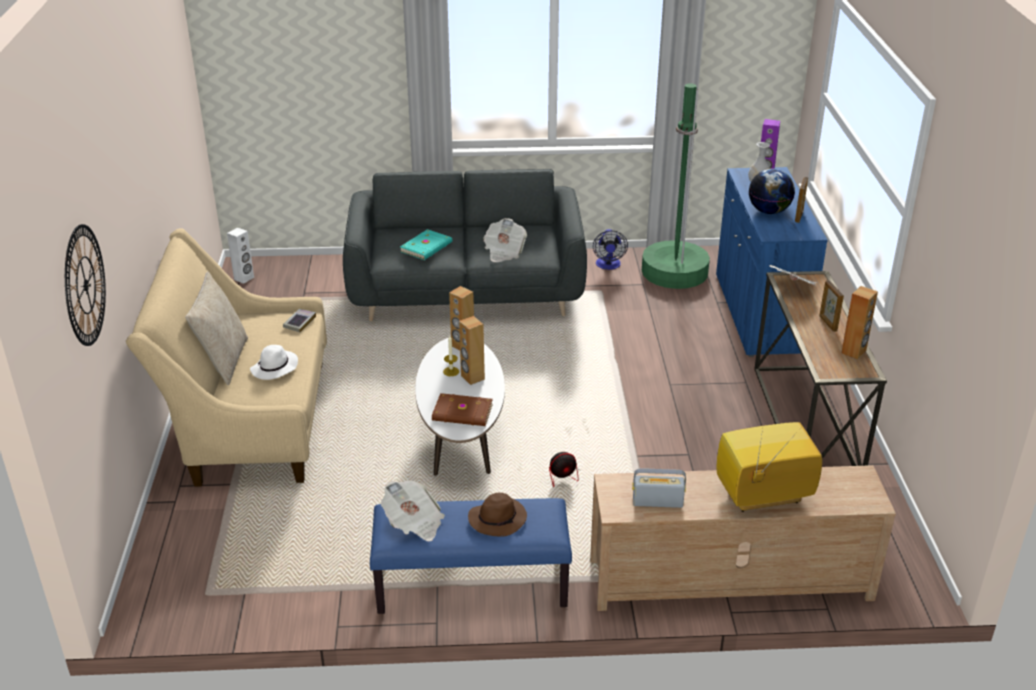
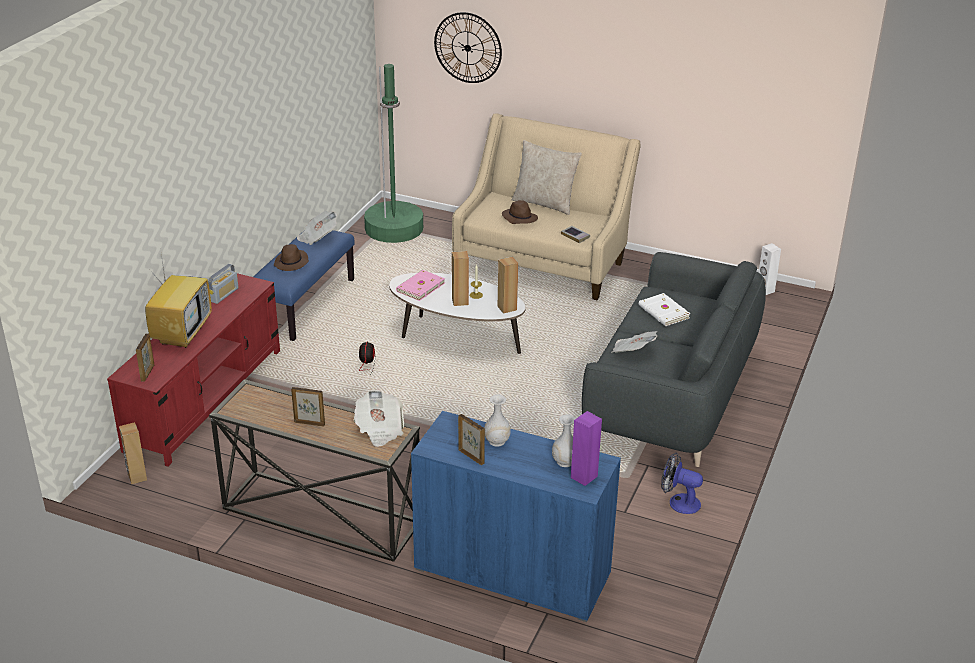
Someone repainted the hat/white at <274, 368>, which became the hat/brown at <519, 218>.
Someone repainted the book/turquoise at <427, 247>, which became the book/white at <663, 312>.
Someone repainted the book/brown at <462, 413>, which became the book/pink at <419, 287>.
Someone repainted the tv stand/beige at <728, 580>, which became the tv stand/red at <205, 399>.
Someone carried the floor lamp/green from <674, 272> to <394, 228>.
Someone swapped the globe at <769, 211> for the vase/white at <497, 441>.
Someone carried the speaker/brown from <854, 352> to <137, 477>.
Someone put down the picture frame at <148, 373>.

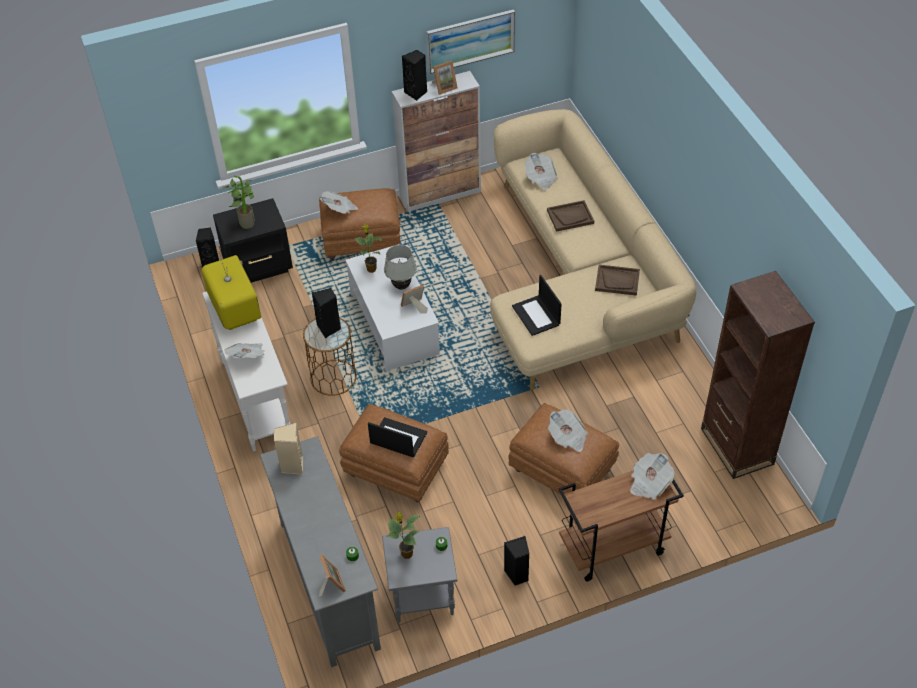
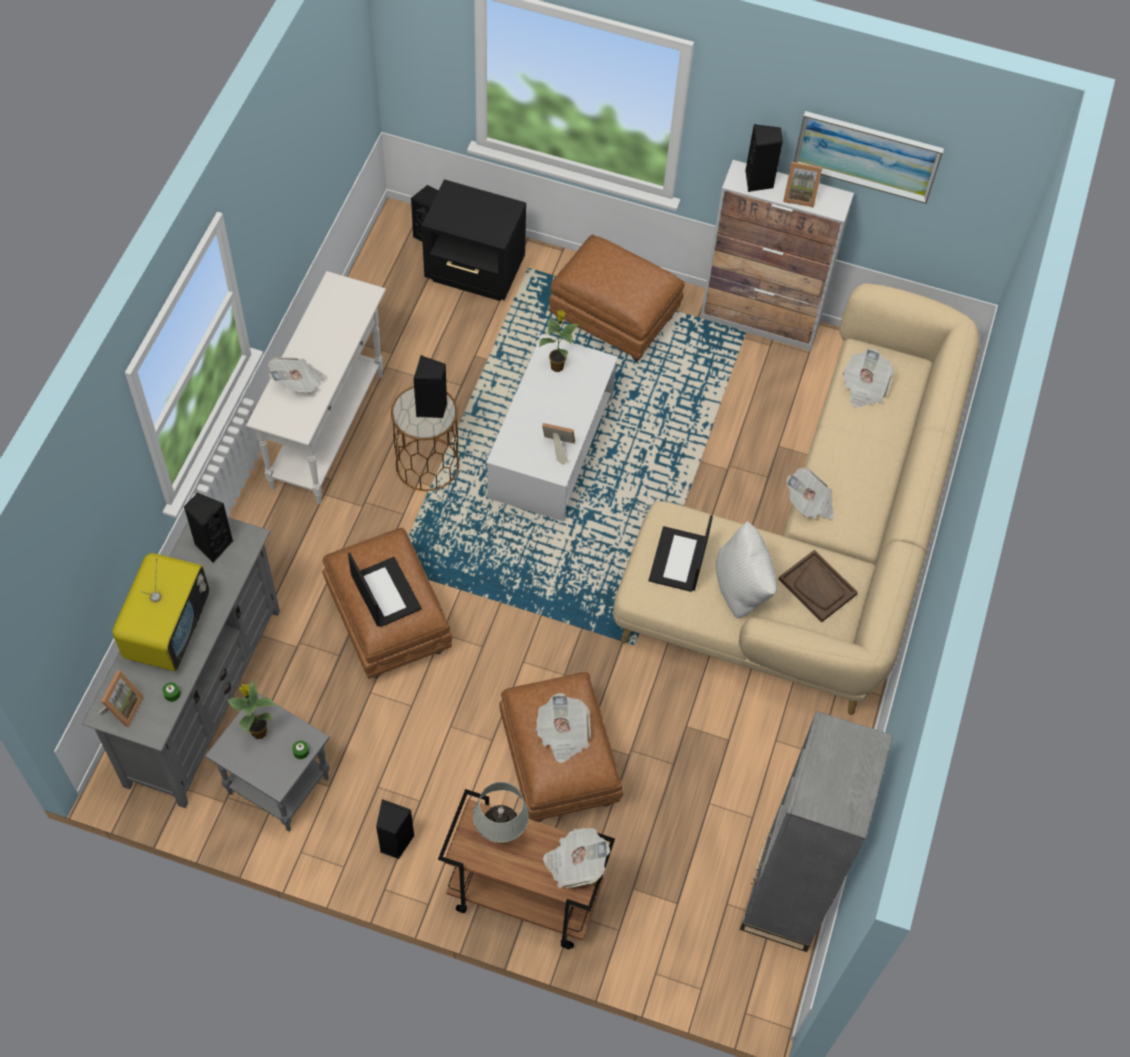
Someone carried the television from <235, 310> to <168, 629>.
Someone took away the potted plant at <246, 222>.
Someone repainted the speaker/beige at <292, 465>, which became the speaker/black at <213, 545>.
Someone carried the newspaper from <340, 209> to <809, 503>.
Someone carried the table lamp/white from <401, 286> to <501, 831>.
Someone took away the tray/brown at <570, 217>.
Someone repainted the bookcase/brown at <736, 446>, which became the bookcase/grey at <785, 895>.
Someone put down the pillow/white at <741, 590>.

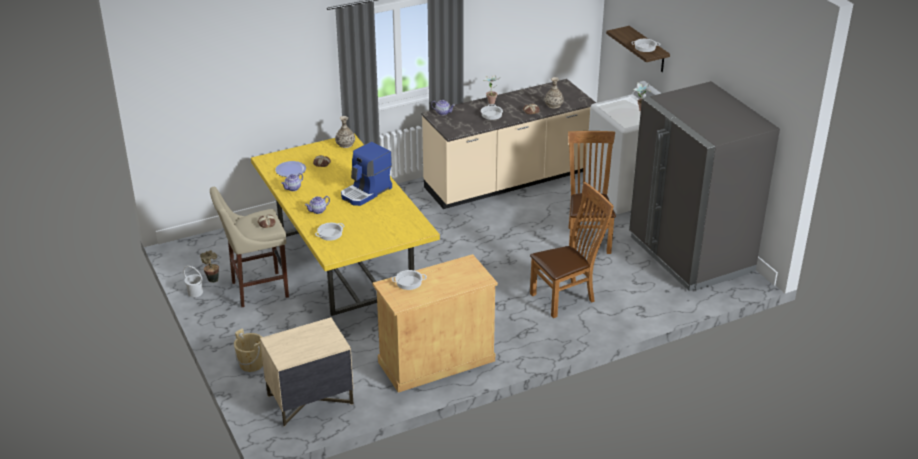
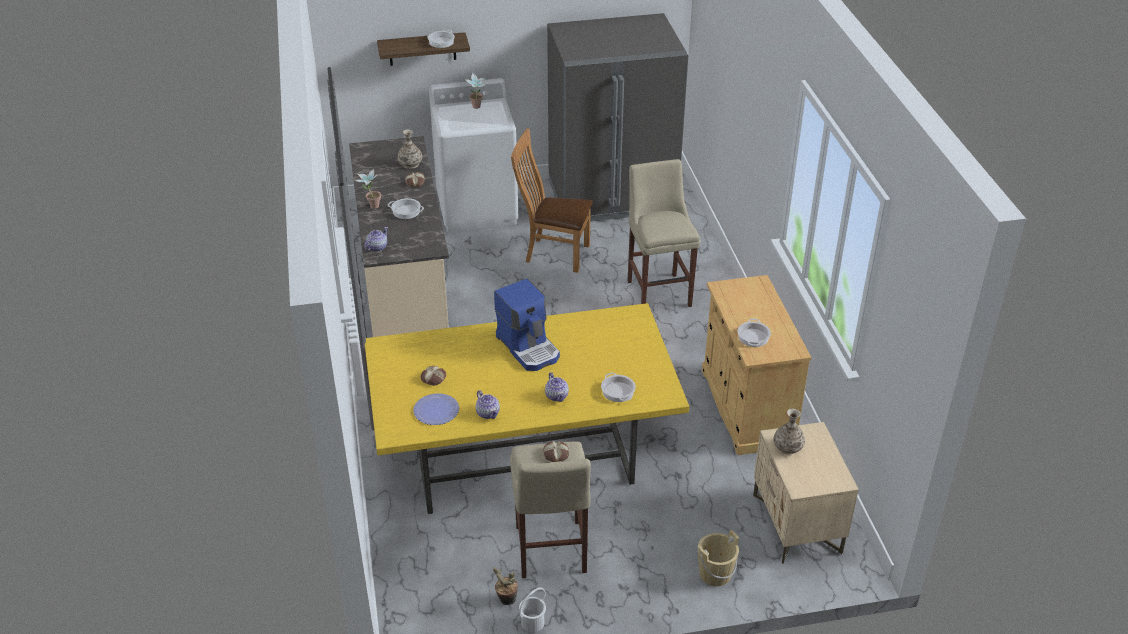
Someone carried the vase from <345, 144> to <788, 447>.
Someone swapped the chair/brown at <566, 297> for the stool/beige at <658, 291>.

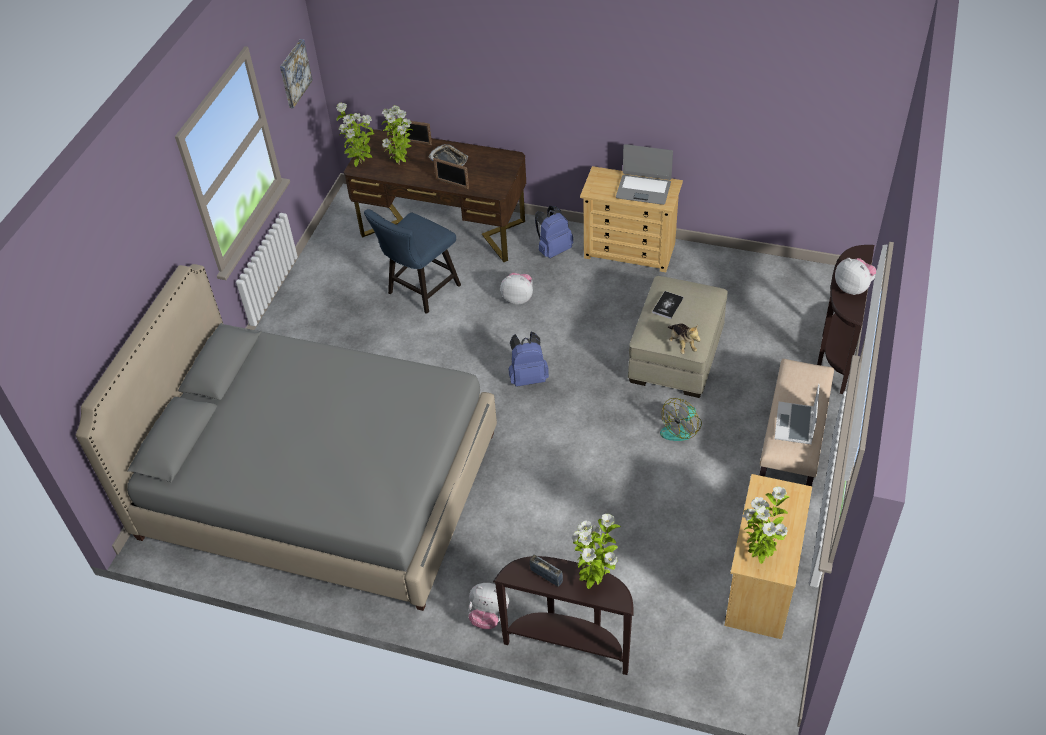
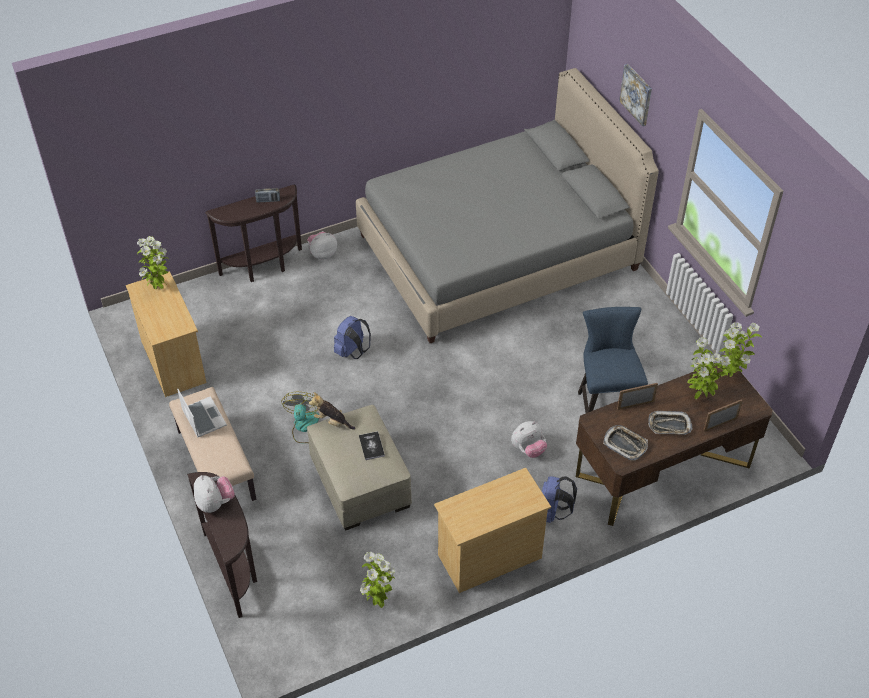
Someone carried the picture from <294, 73> to <636, 94>.
Someone carried the backpack/blue from <528, 377> to <352, 352>.
Someone carried the potted plant from <594, 580> to <377, 601>.
Someone took away the laptop at <643, 189>.
Someone rotated the plush toy at <853, 287> by 120 degrees counterclockwise.
Someone put down the tray at <625, 444>.

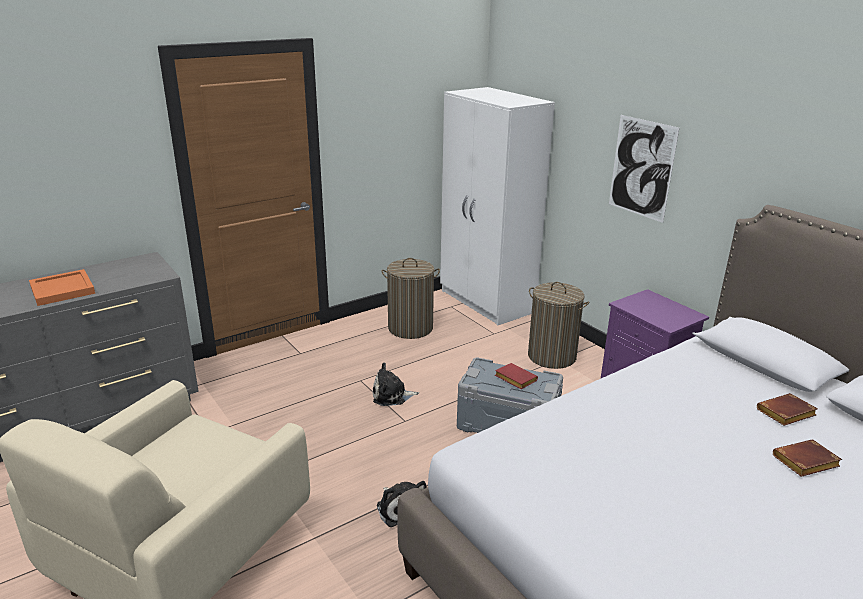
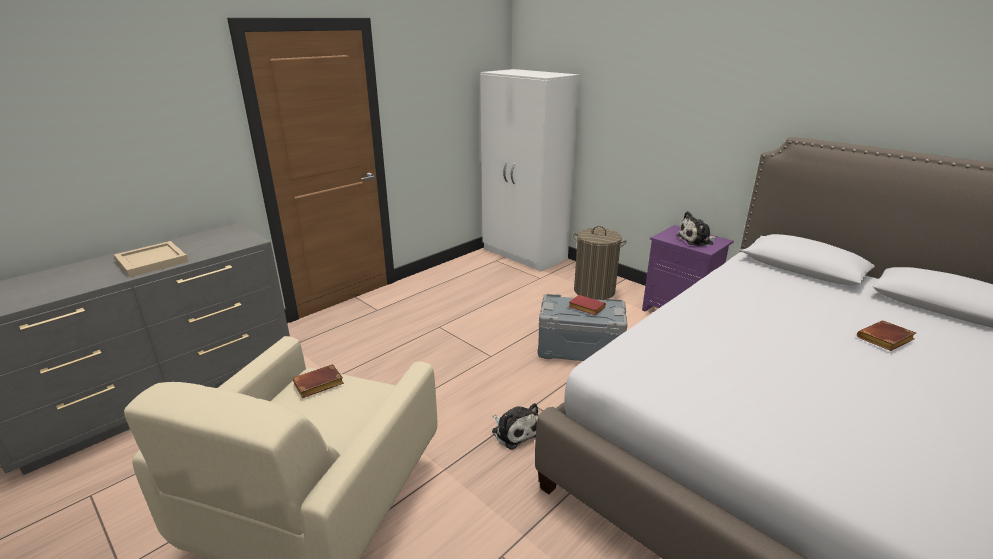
Someone repainted the tray/orange at <61, 290>, which became the tray/beige at <151, 261>.
Someone carried the plush toy from <392, 395> to <696, 240>.
Someone took away the laundry basket at <410, 328>.
Someone took away the picture at <641, 168>.
Someone carried the book/brown from <785, 414> to <318, 385>.

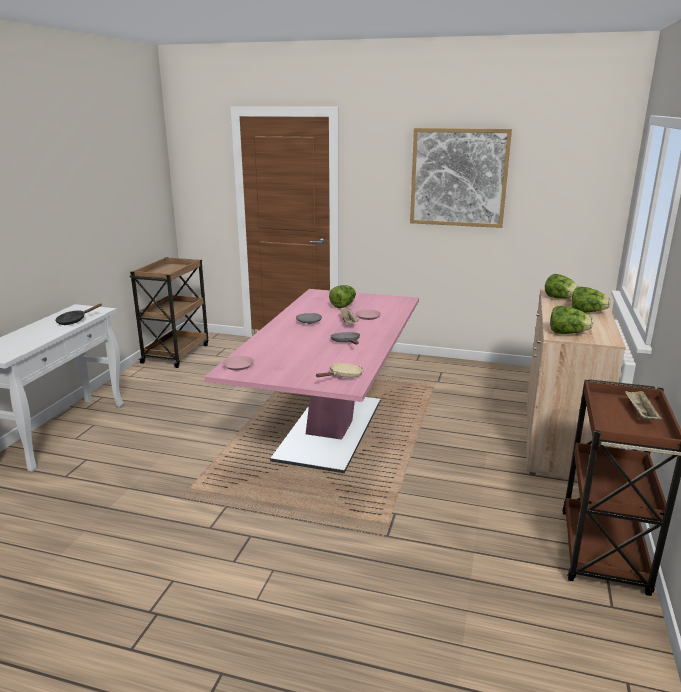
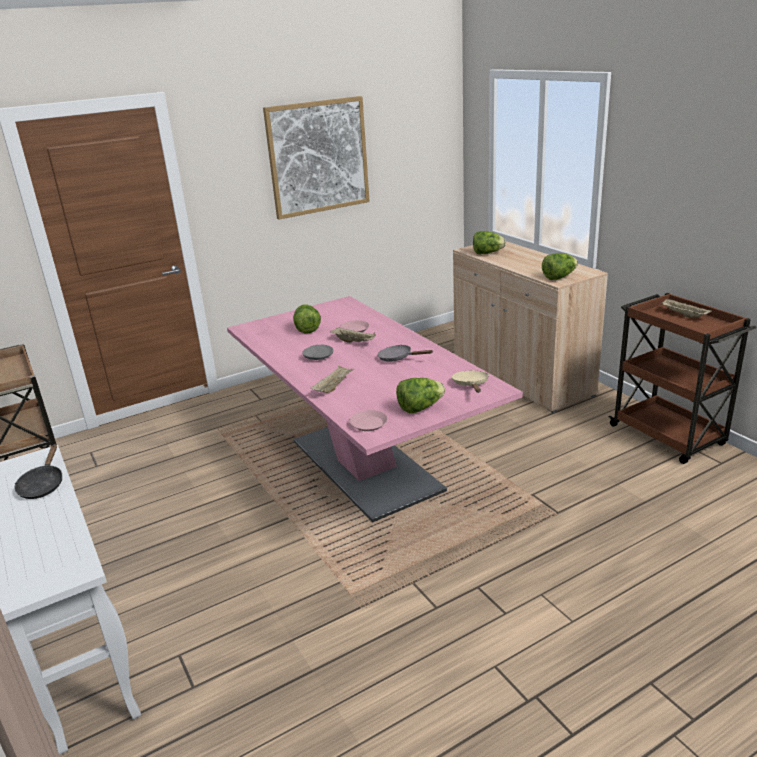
Someone carried the lettuce from <587, 312> to <420, 408>.
Someone put down the tray/beige at <333, 387>.

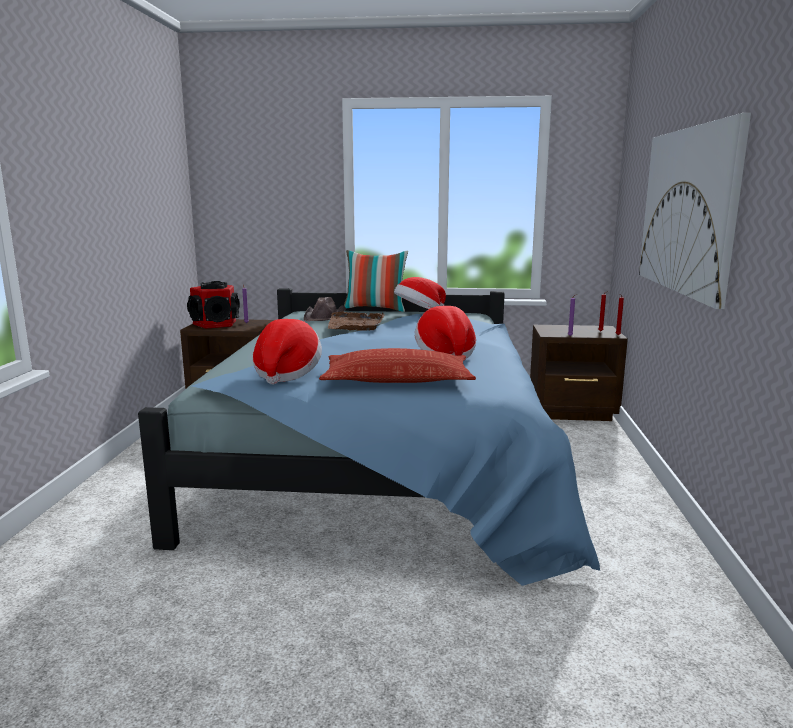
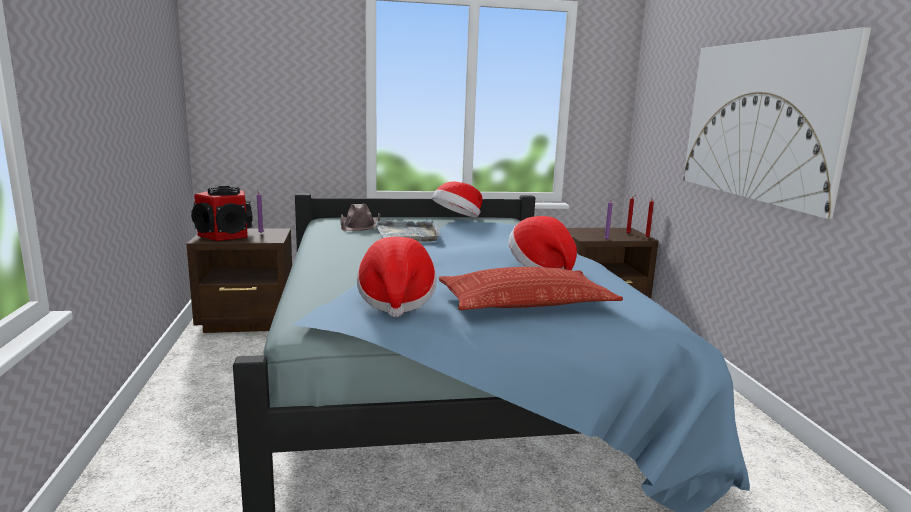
Someone repainted the tray/brown at <355, 324>, which became the tray/grey at <408, 234>.
Someone took away the pillow at <375, 309>.

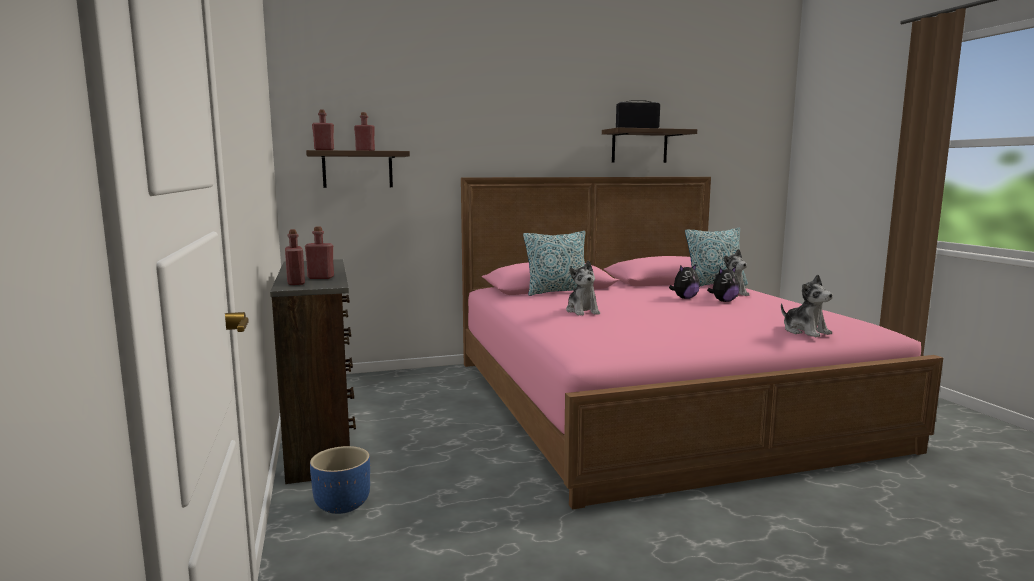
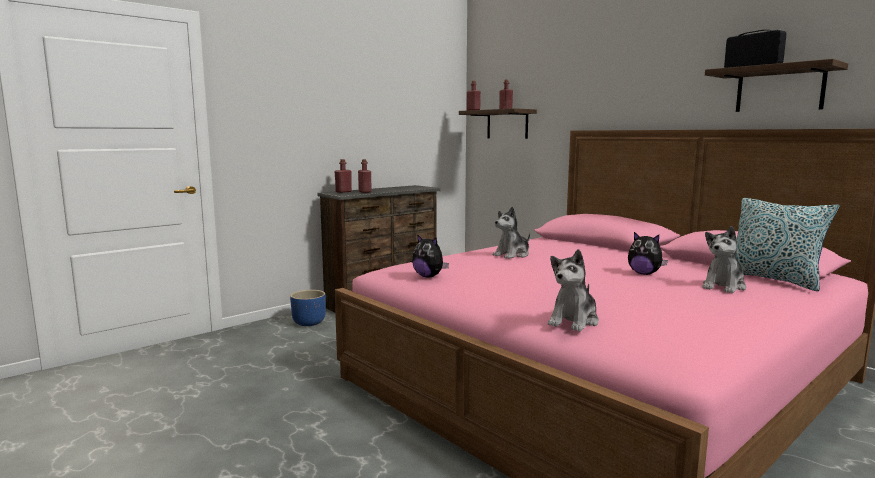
Someone took away the pillow at <557, 292>.
Someone carried the plush toy from <724, 301> to <429, 276>.

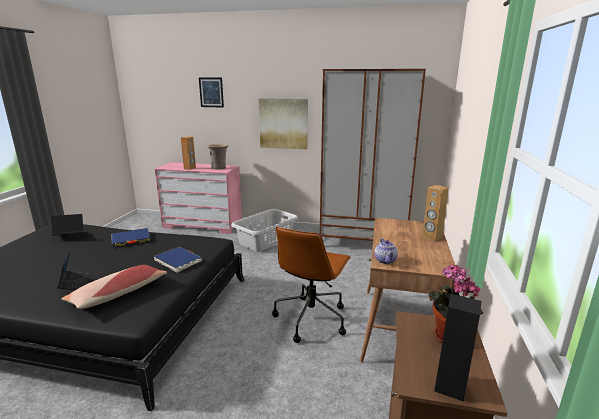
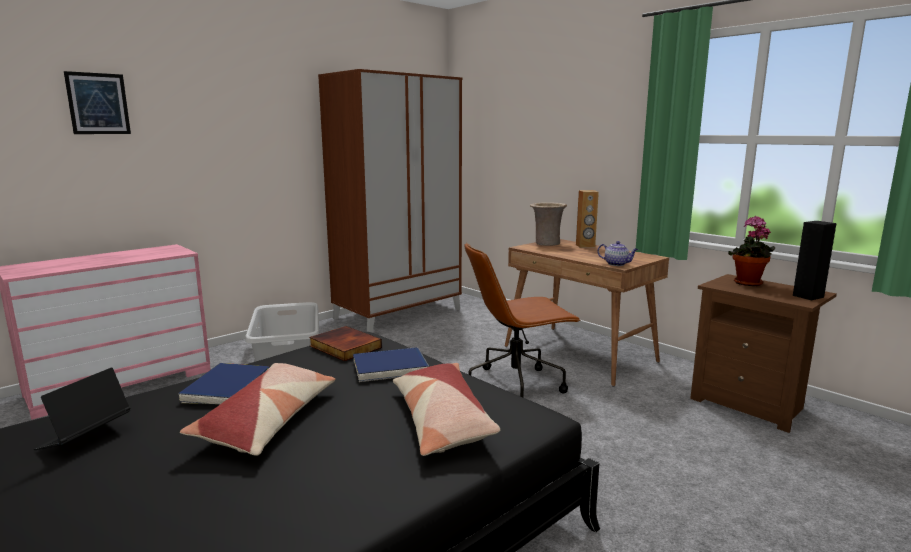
Someone took away the laptop at <75, 284>.
Someone took away the speaker/brown at <190, 168>.
Someone carried the vase/beige from <218, 168> to <546, 244>.
Someone took away the picture at <283, 123>.
Someone rotated the office chair/brown at <311, 318> by 105 degrees clockwise.
Someone put down the pillow at <269, 420>.
Someone put down the book at <344, 347>.

